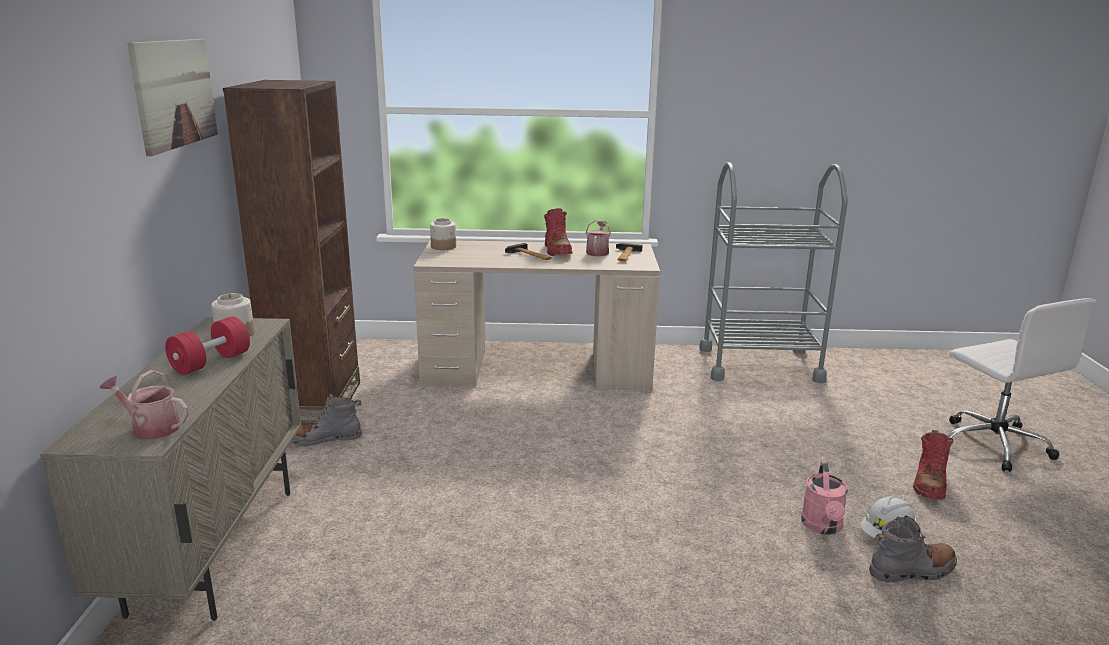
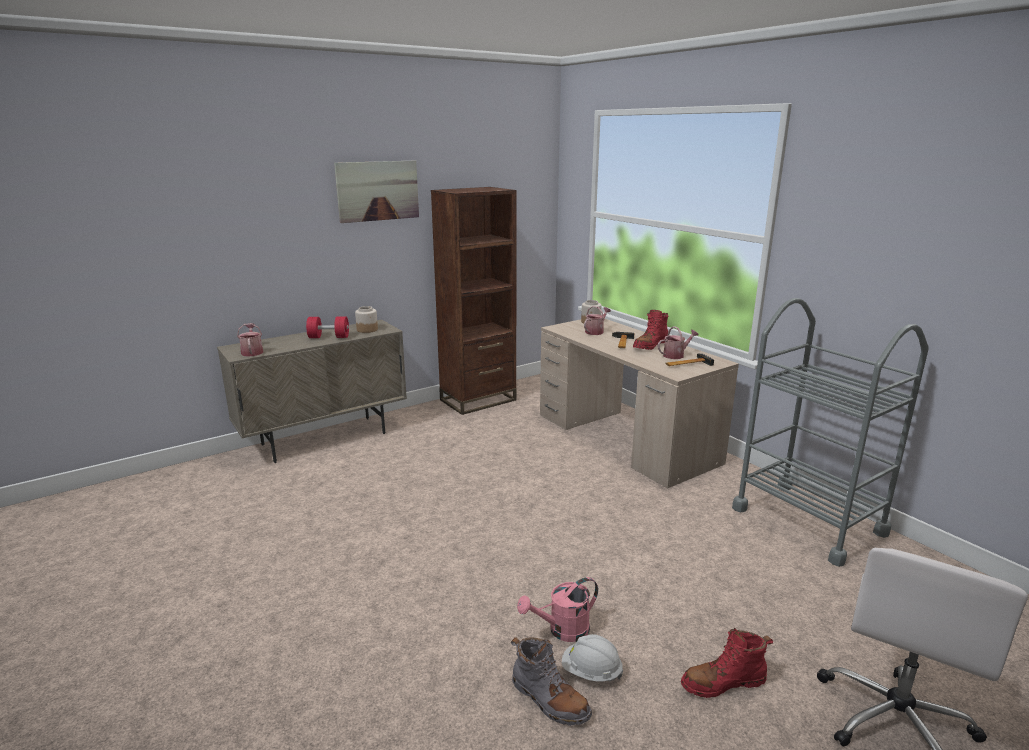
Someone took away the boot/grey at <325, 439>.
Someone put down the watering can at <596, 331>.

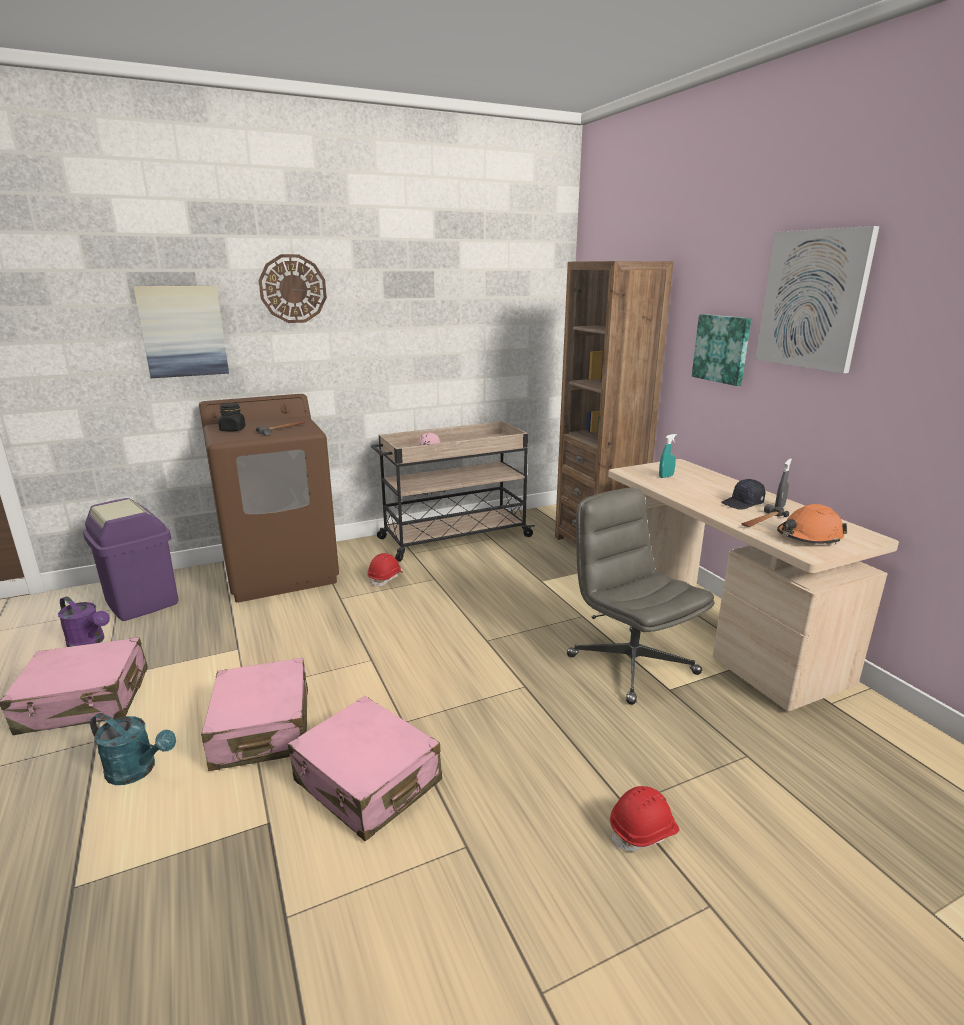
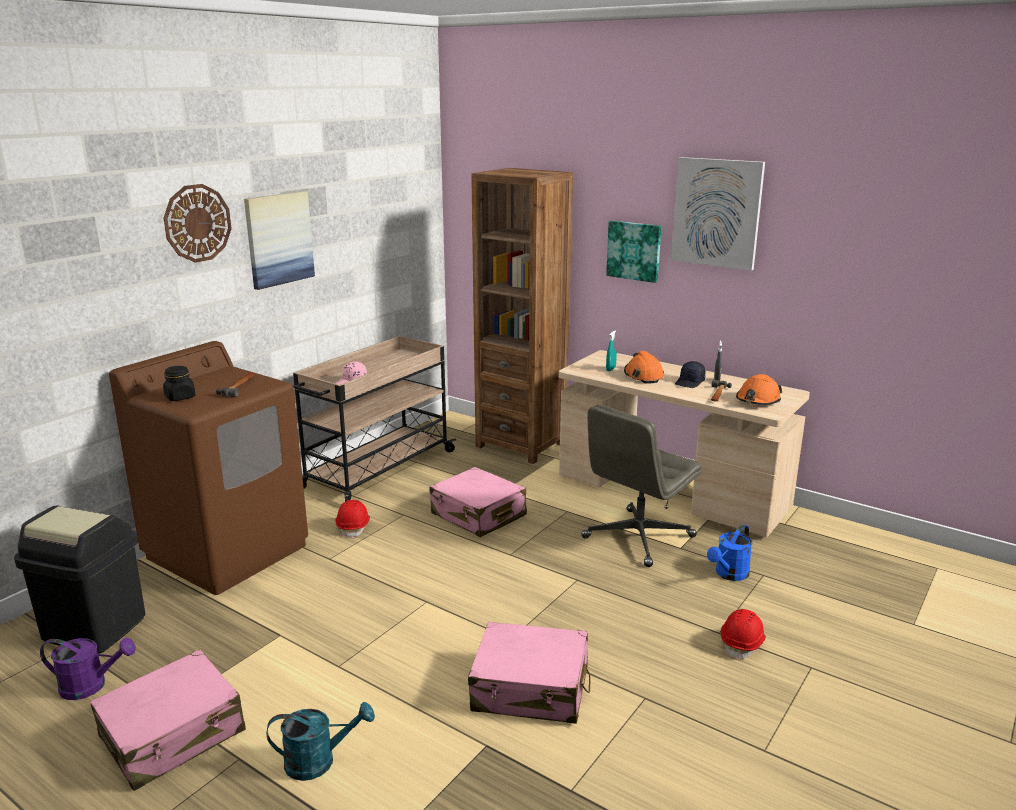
Someone repainted the trash can/purple at <141, 602>, which became the trash can/black at <94, 628>.
Someone carried the picture from <183, 331> to <279, 239>.
Someone carried the suitcase/pink from <262, 729> to <478, 515>.
Someone rotated the office chair/grey at <630, 664> by 75 degrees counterclockwise.
Someone put down the hard hat/orange at <643, 375>.
Someone put down the watering can/blue at <729, 574>.

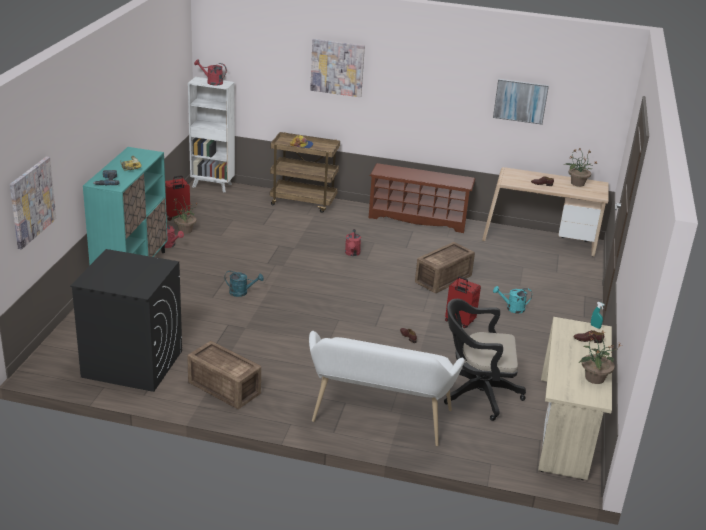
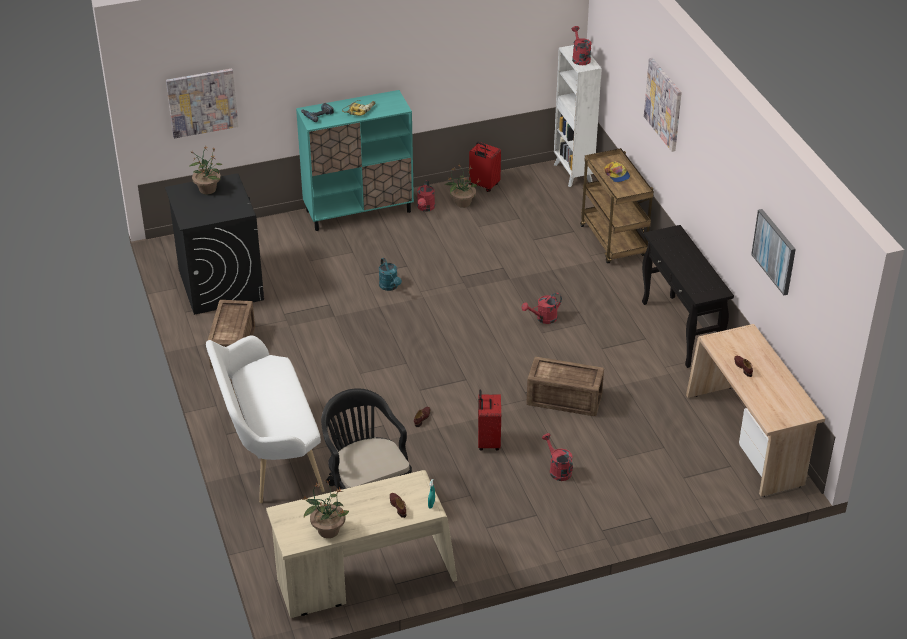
Someone swapped the shoe rack/brown at <418, 219> for the console table/black at <680, 331>.
Someone repainted the watering can/turquoise at <512, 308>, which became the watering can/red at <557, 470>.
Someone carried the potted plant from <577, 183> to <207, 189>.

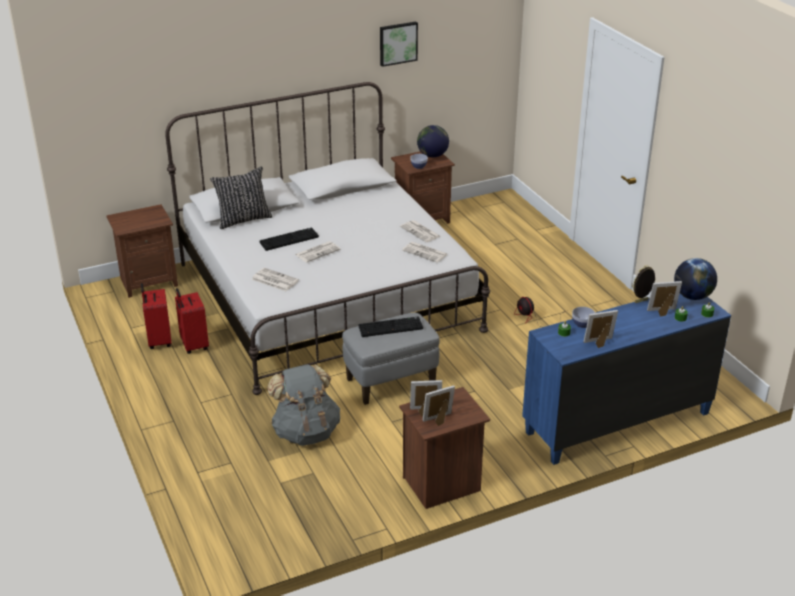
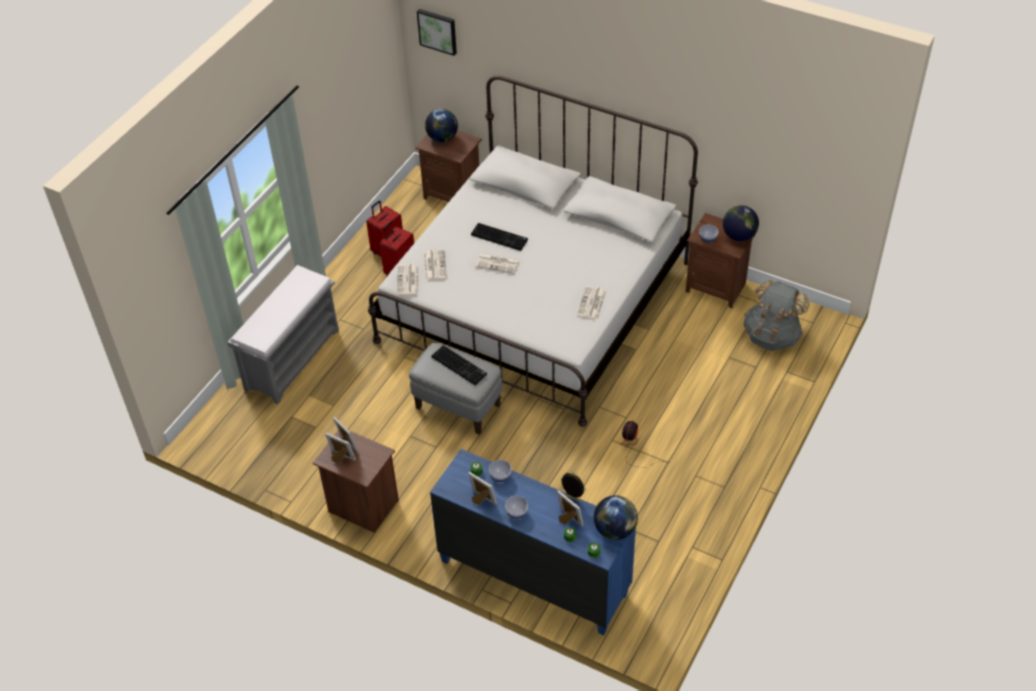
Someone took away the pillow/black at <243, 219>.
Someone carried the backpack/grey from <306, 432> to <772, 336>.
Someone carried the picture from <397, 43> to <438, 31>.
Someone carried the newspaper from <425, 252> to <408, 280>.
Someone put down the bench/grey at <292, 358>.
Someone put down the globe at <442, 138>.
Someone put down the bowl at <516, 513>.

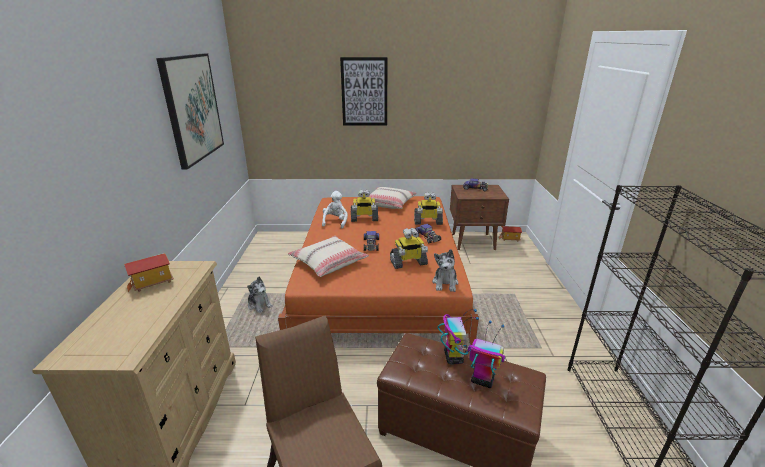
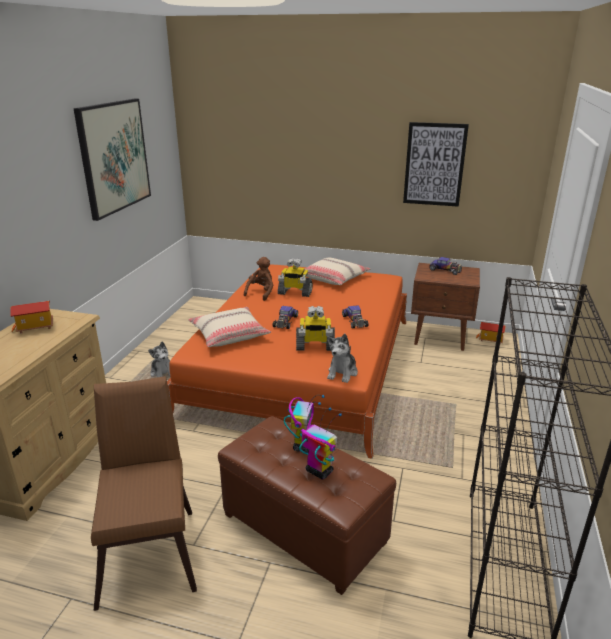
Someone repainted the plush toy/white at <335, 222>, which became the plush toy/brown at <261, 293>.
Someone carried the picture from <364, 92> to <434, 164>.
Someone took away the toy robot at <427, 222>.

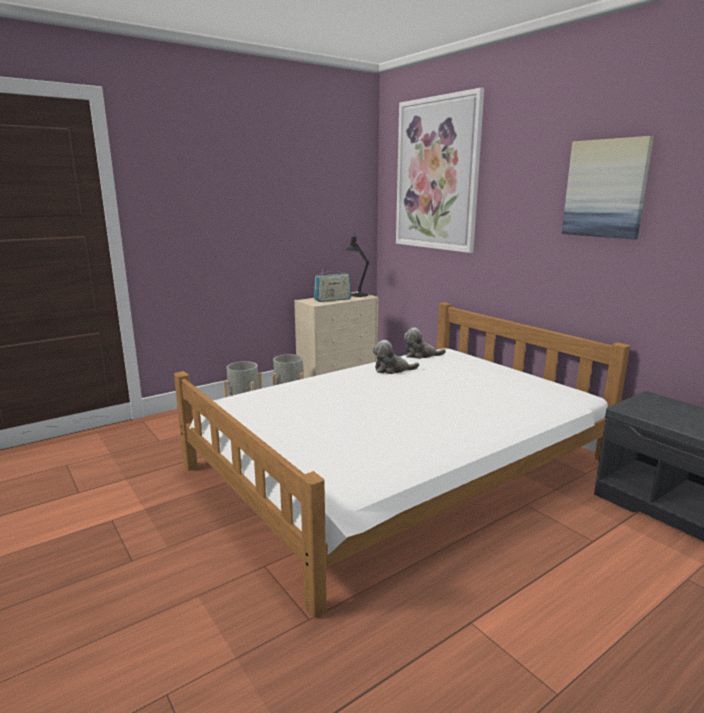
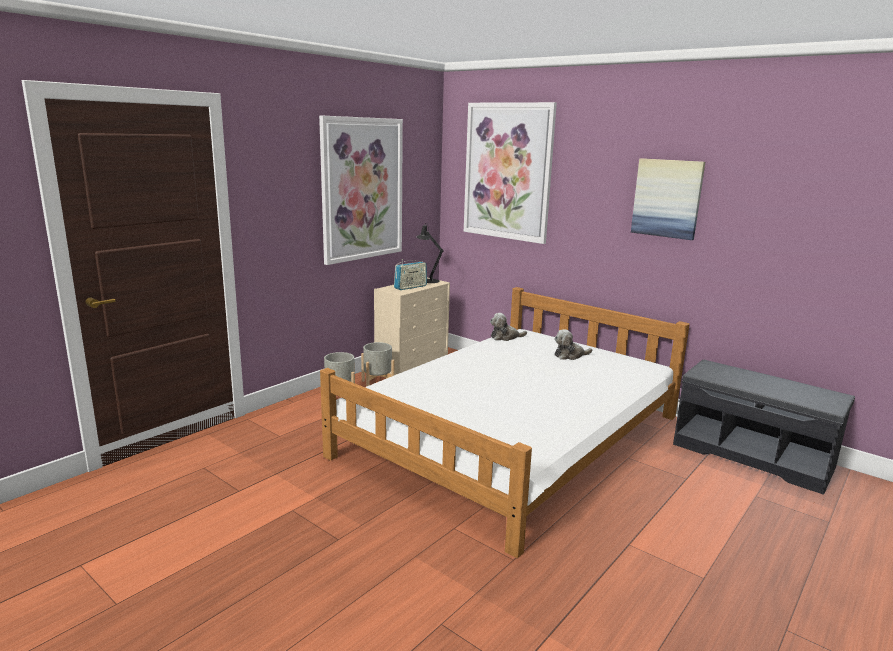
Someone carried the plush toy from <392, 369> to <570, 355>.
Someone put up the picture at <362, 189>.

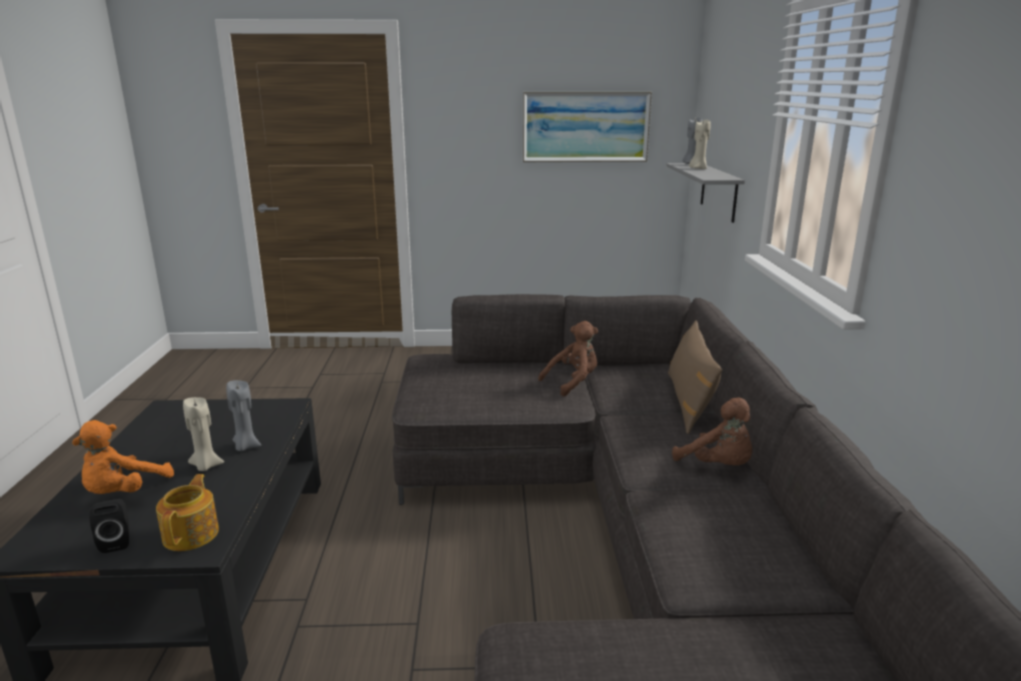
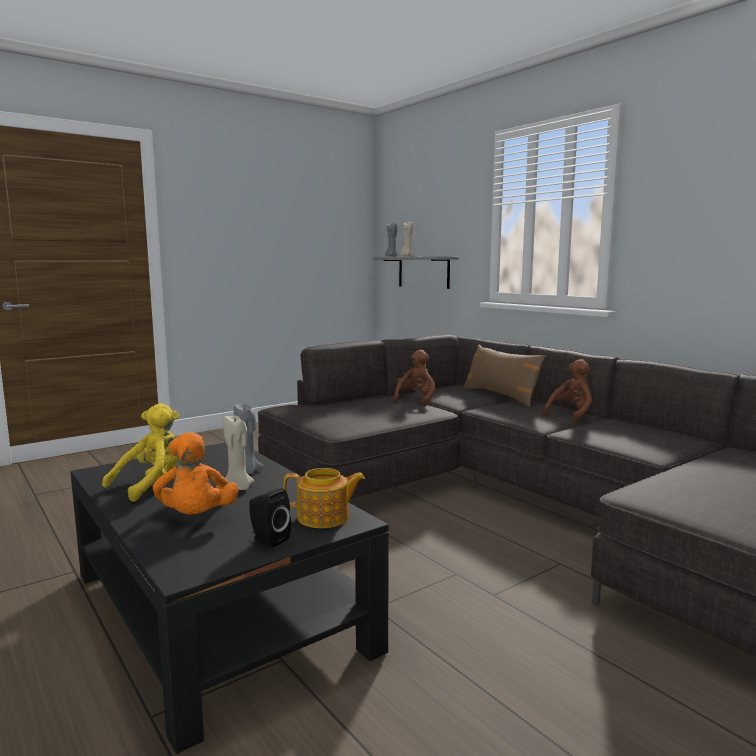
Someone rotated the teapot at <192, 534> by 120 degrees clockwise.
Someone took away the picture at <585, 127>.
Someone rotated the plush toy/brown at <718, 466> by 60 degrees counterclockwise.
Someone put down the plush toy/yellow at <151, 485>.

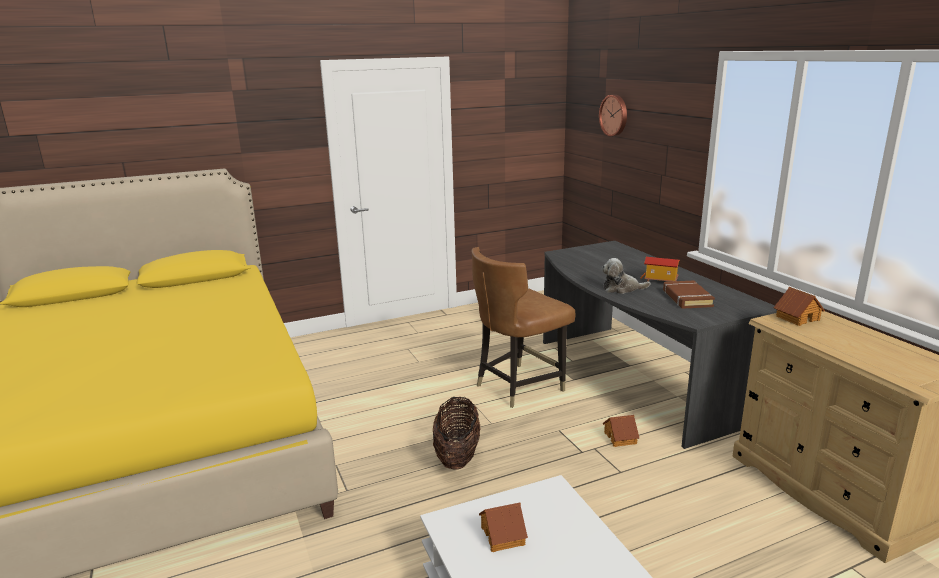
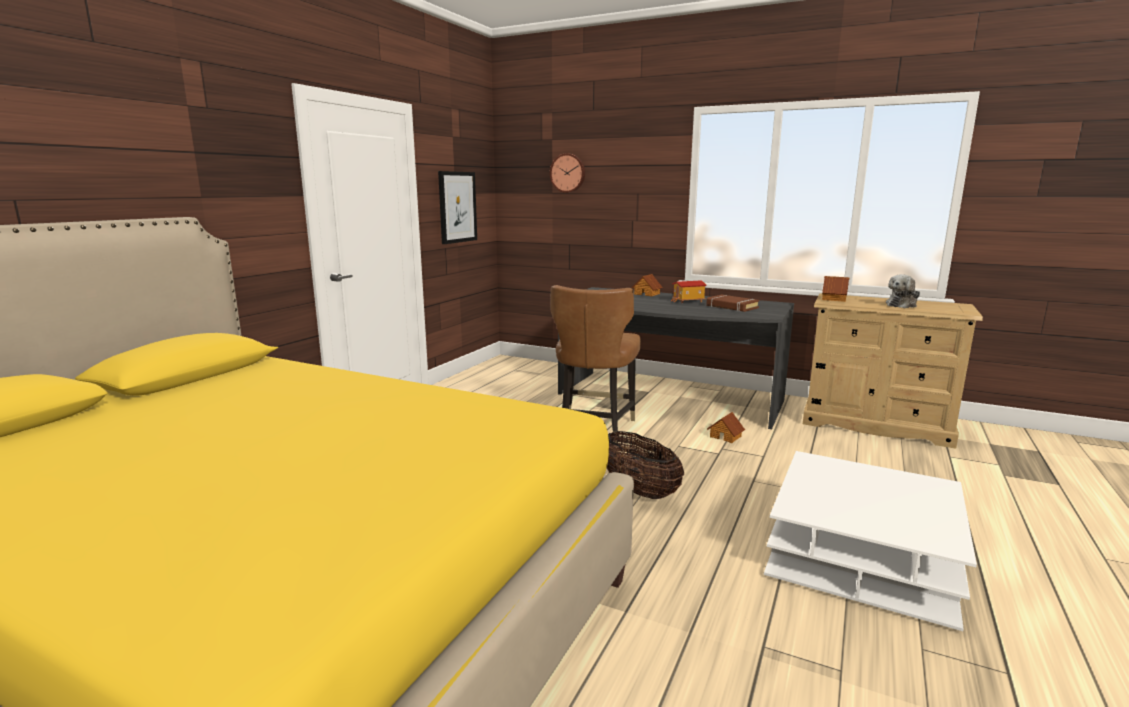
Someone carried the toy house from <503, 535> to <647, 294>.
Someone carried the plush toy from <621, 289> to <902, 305>.
Someone put up the picture at <457, 207>.

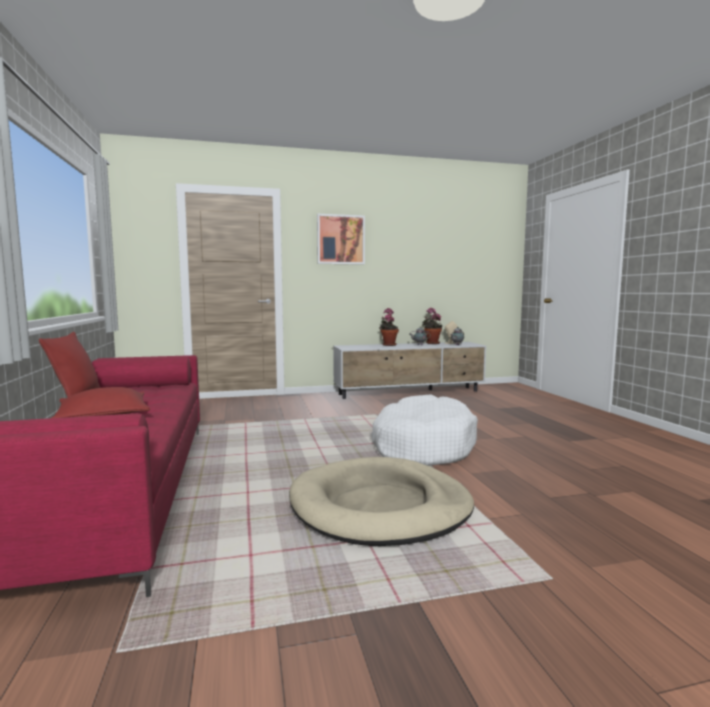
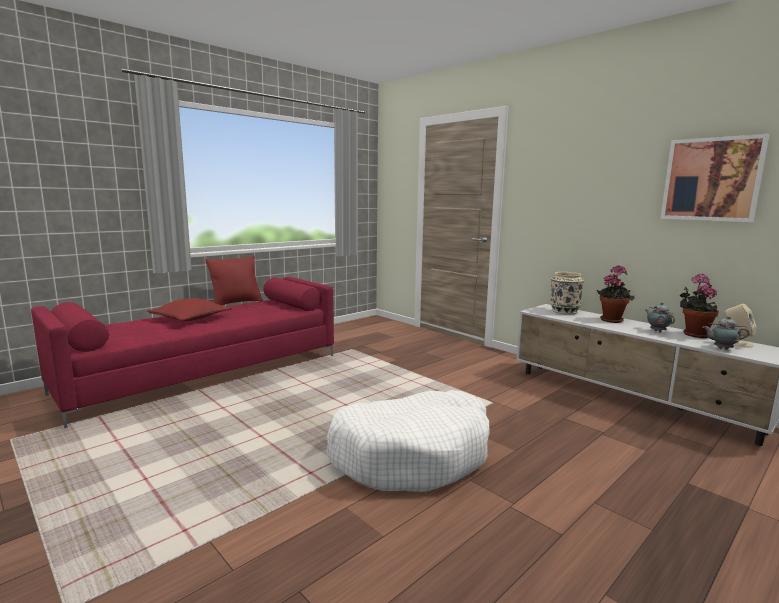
Someone took away the dog bed/beige at <380, 507>.
Someone carried the picture from <340, 239> to <711, 179>.
Someone put down the vase/beige at <564, 311>.

